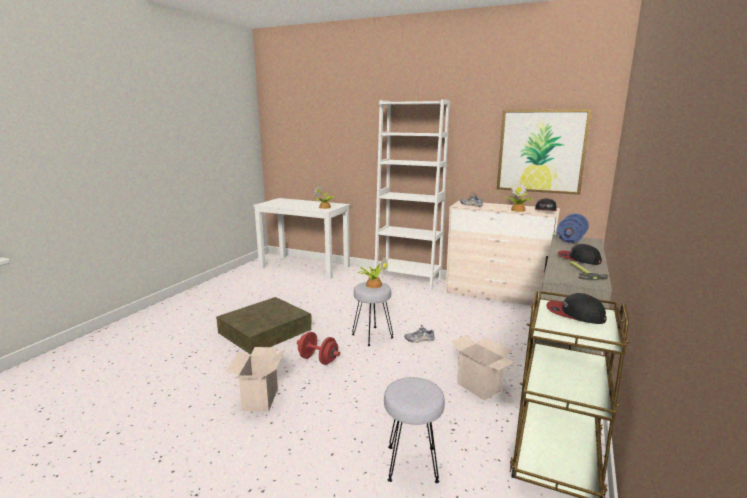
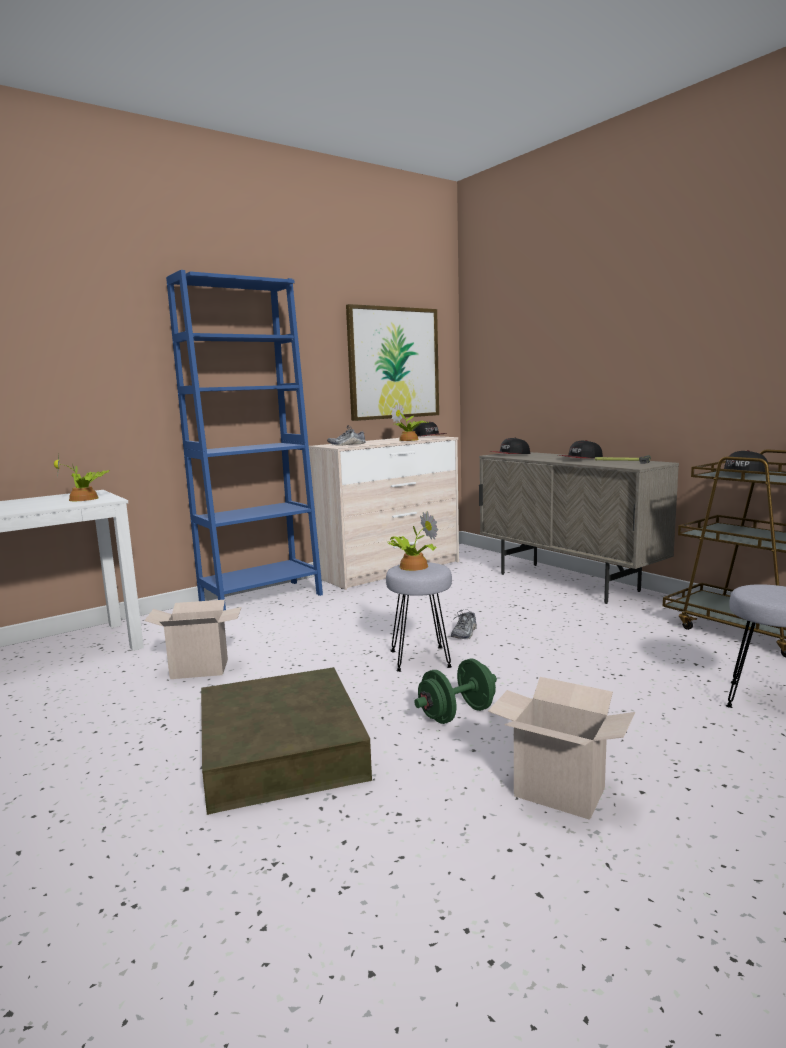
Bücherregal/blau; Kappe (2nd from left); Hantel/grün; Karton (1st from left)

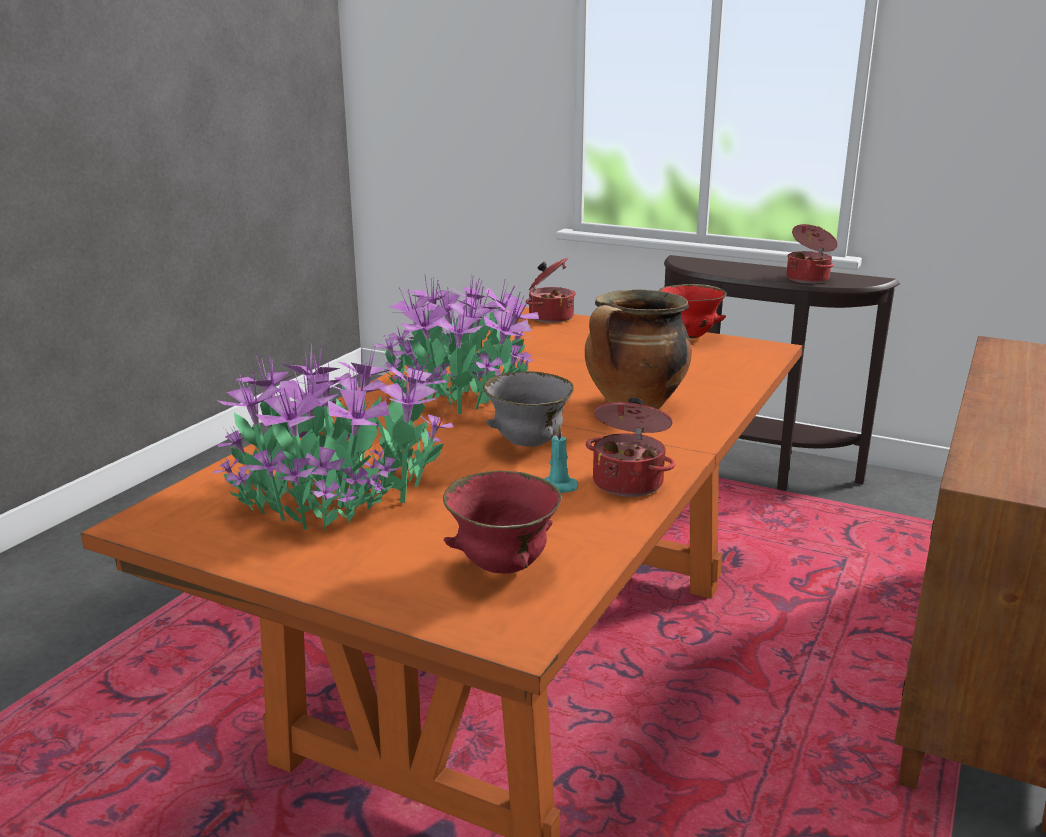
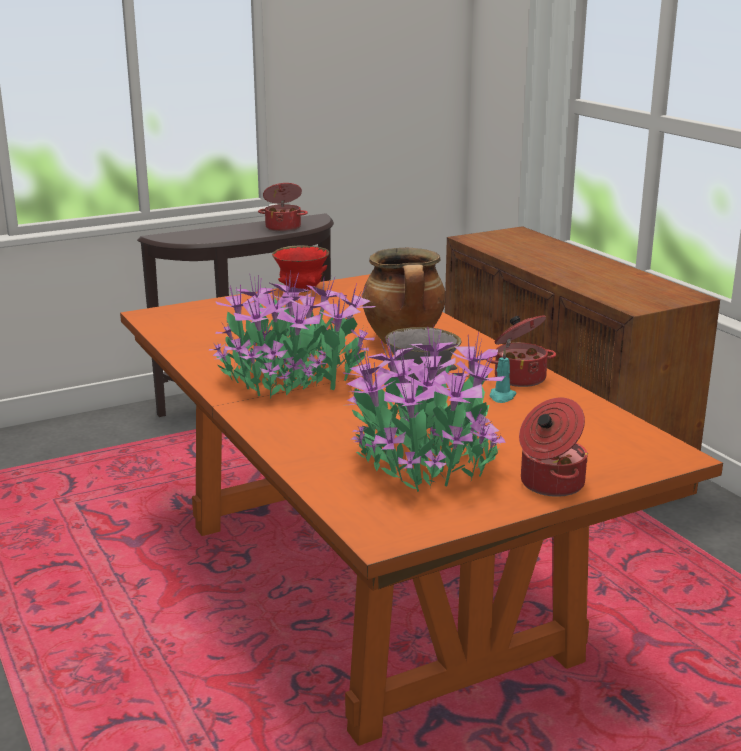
Kochtopf (4th from left); Schüssel/rot (1st from left in the first image)

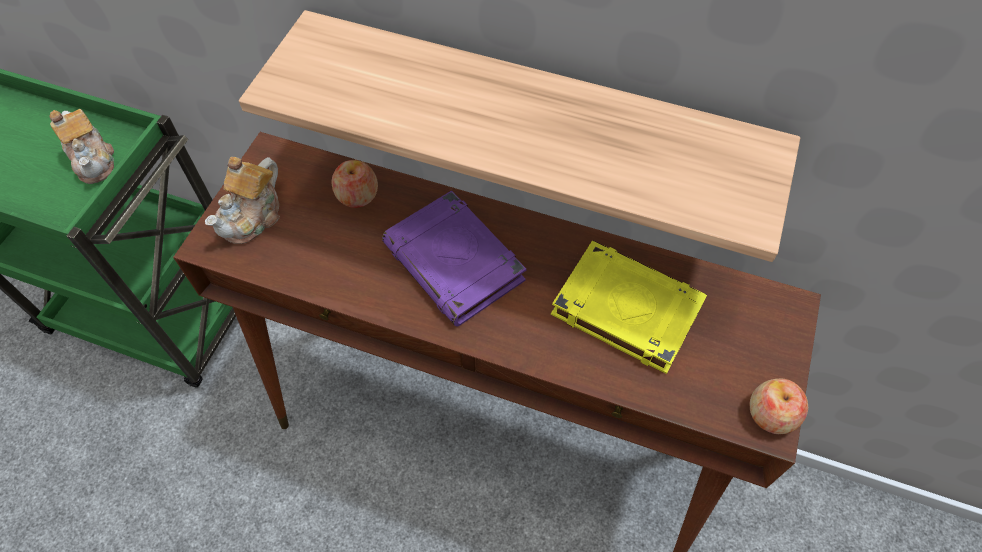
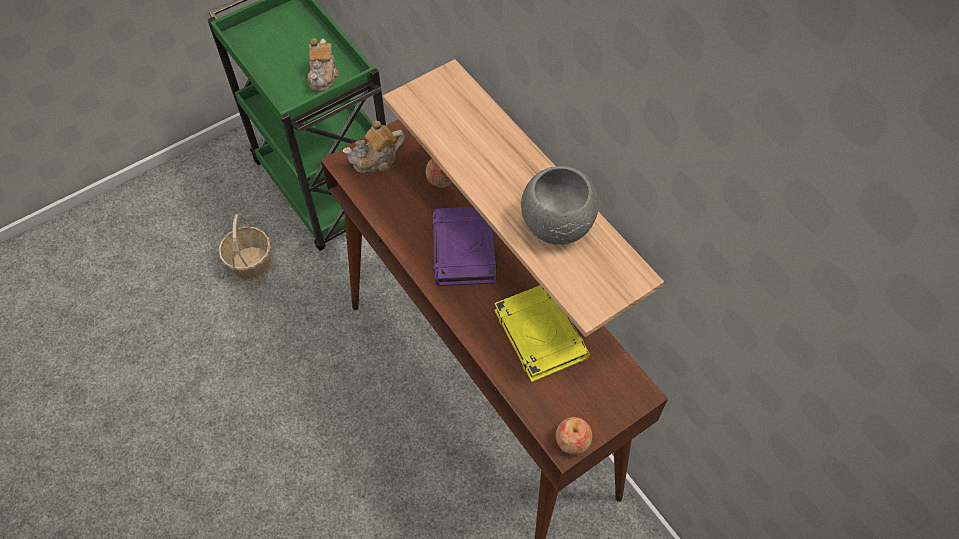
Schüssel/grau; Korb

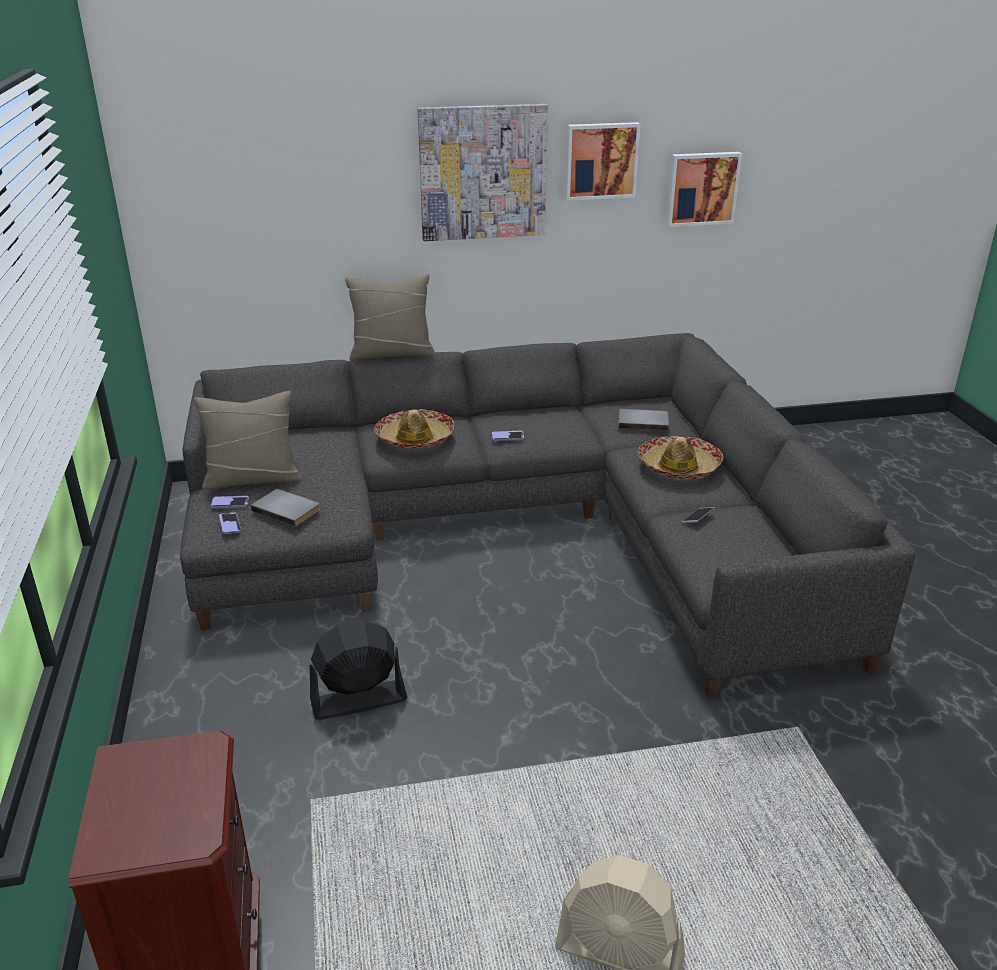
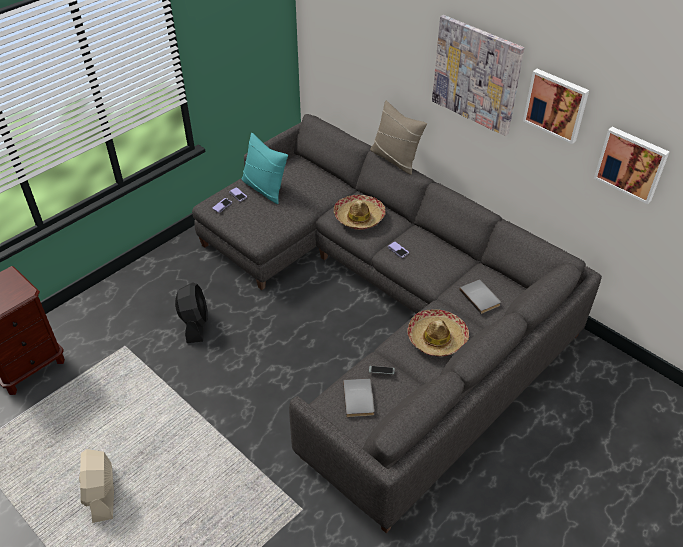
Kissen/türkis; Buch/grau (1st from left); Ventilator/schwarz

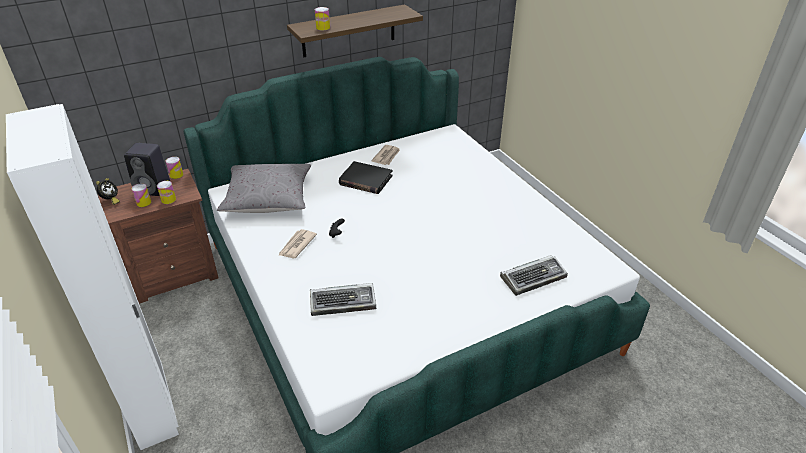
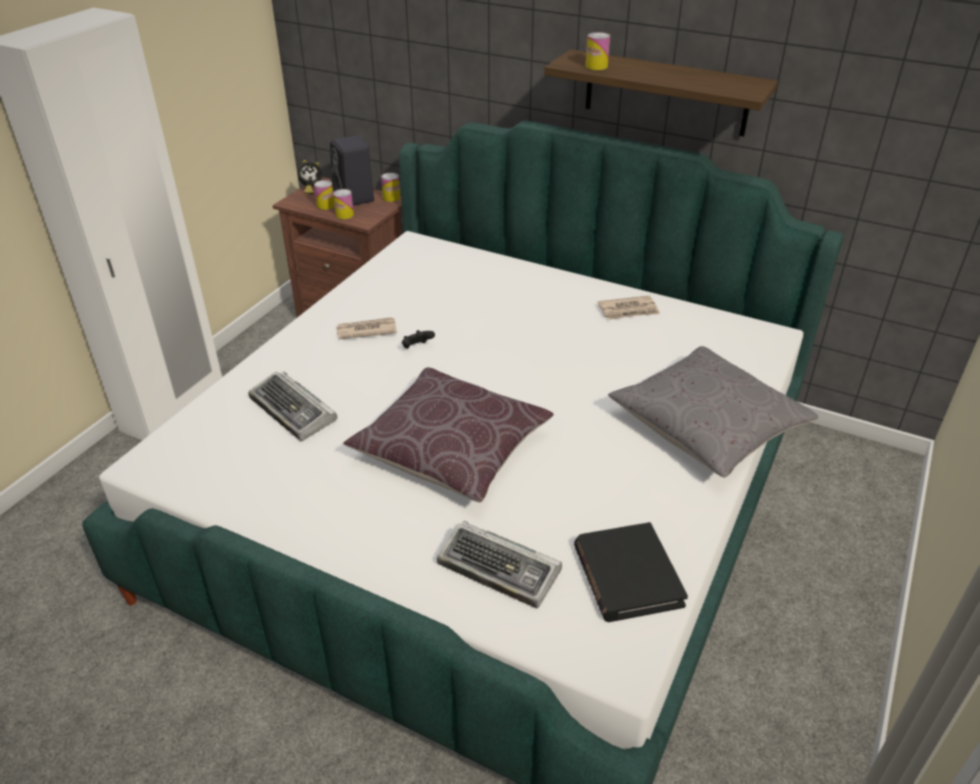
Buch/schwarz; Kissen/grau; Kissen/braun

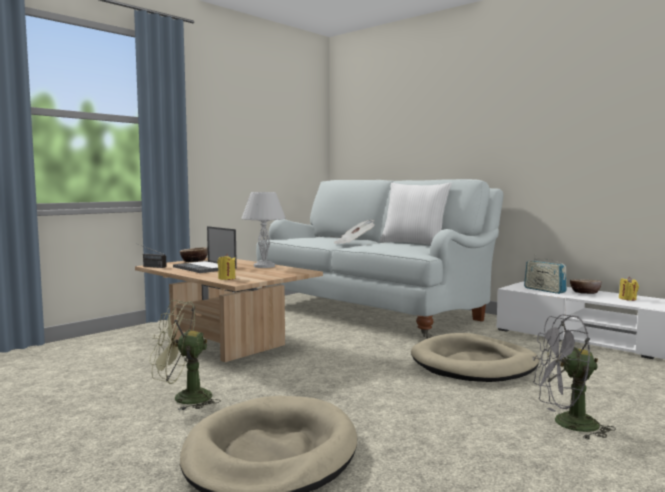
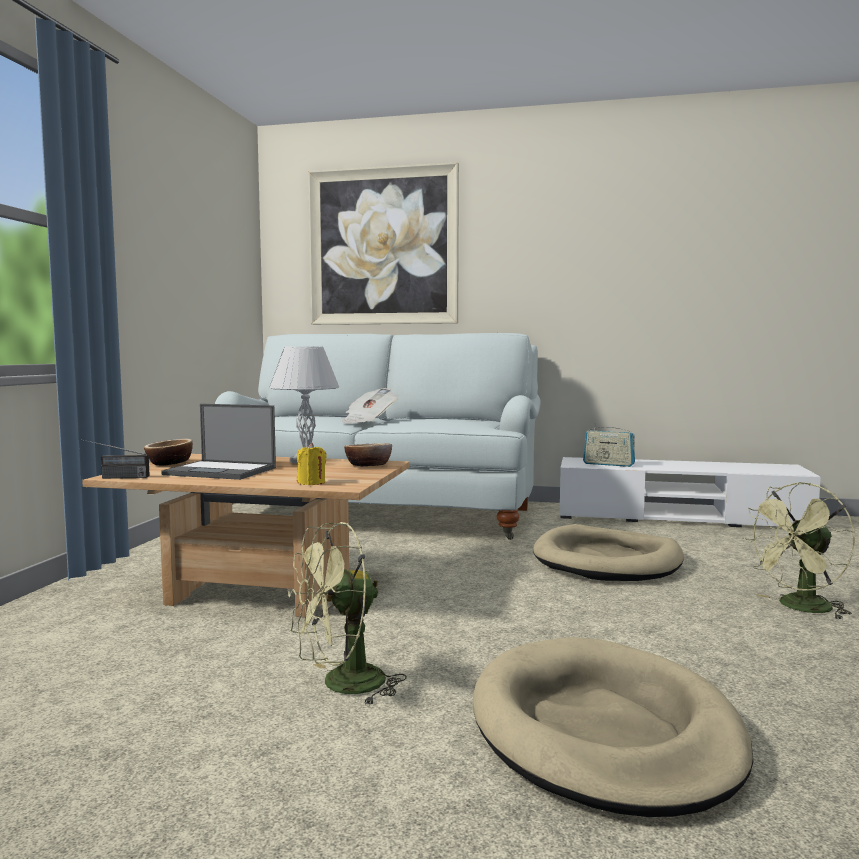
Kissen/weiß; Kerze/gelb (2nd from left in the first image); Schüssel (2nd from left); Ventilator/grün (2nd from left); Bild

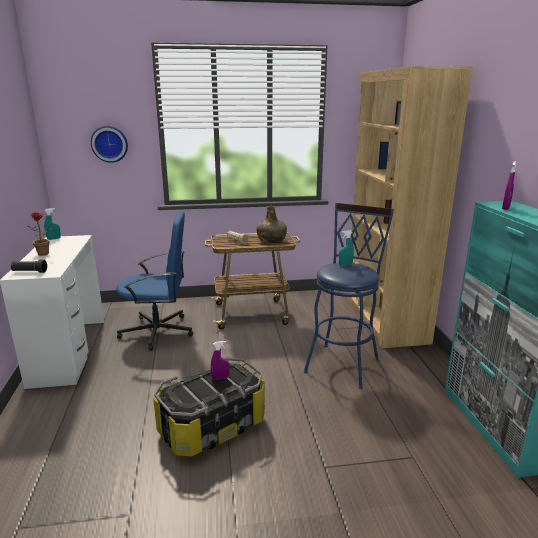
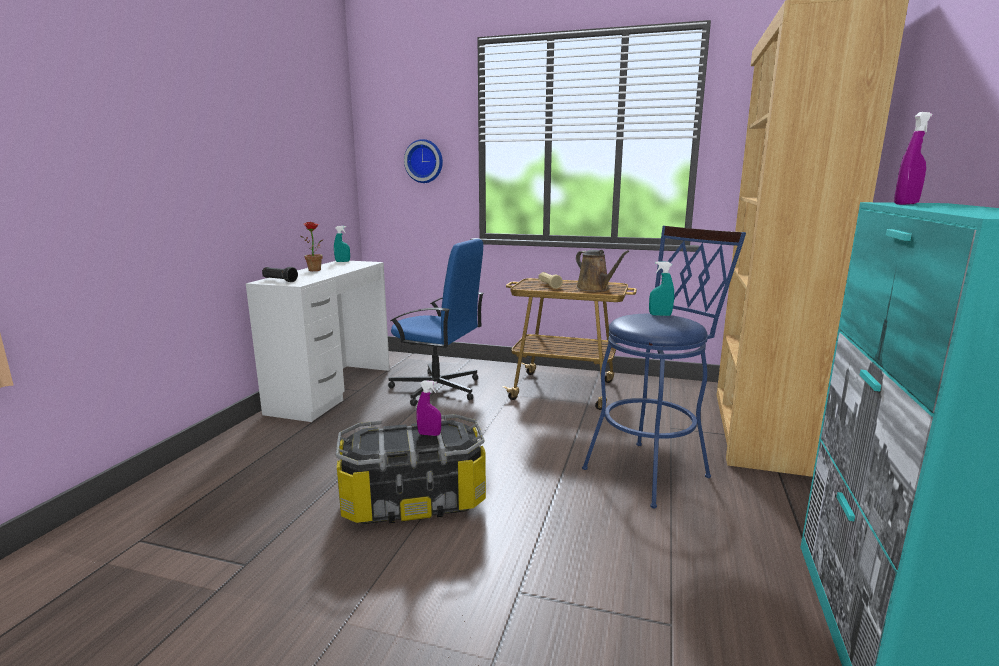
Gießkanne/braun

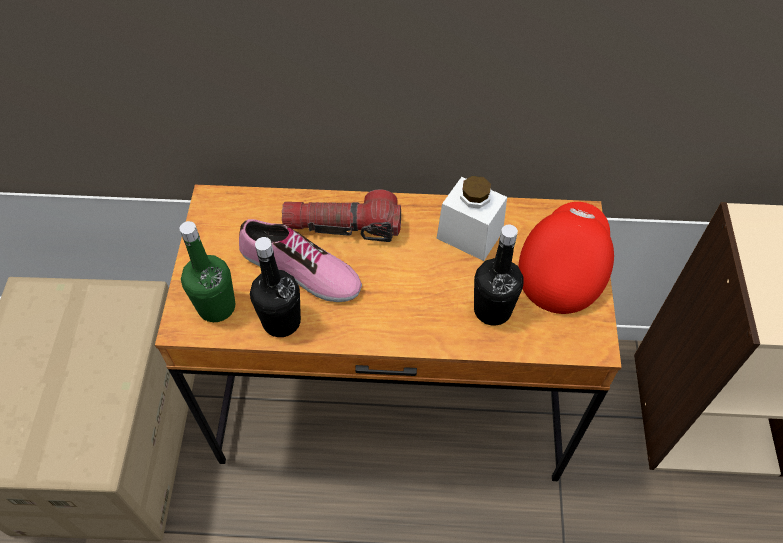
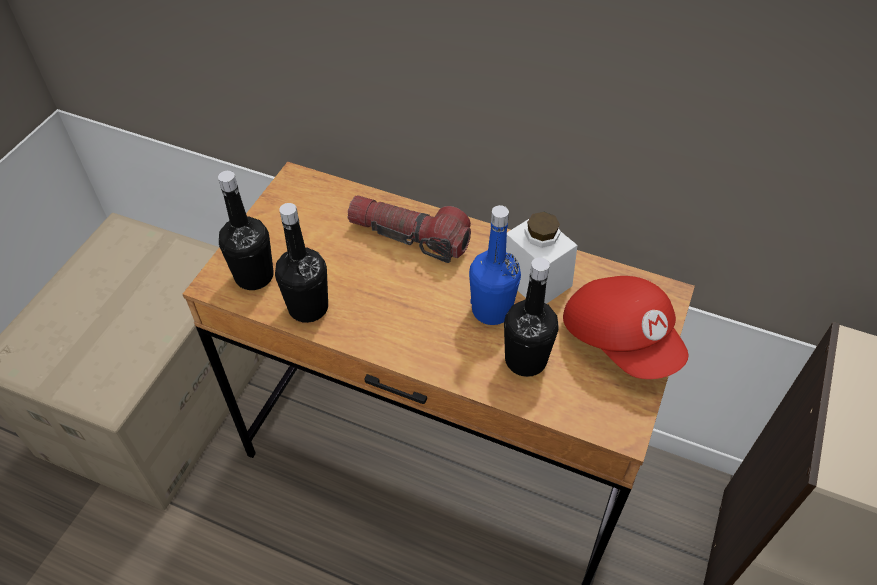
Kappe/rot; Schuh; Flasche/schwarz (1st from left); Flasche/blau

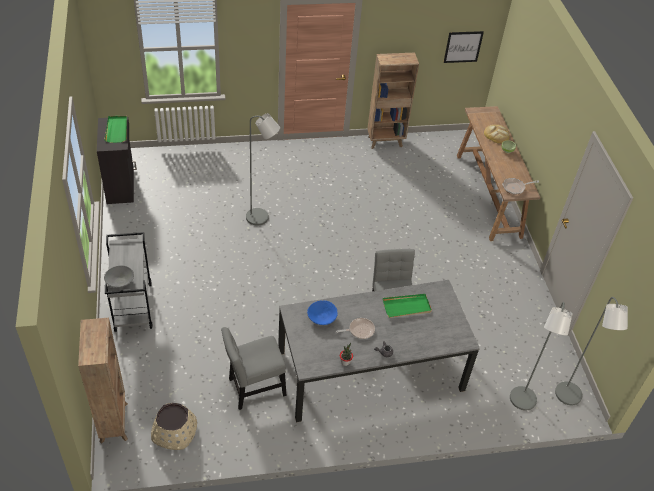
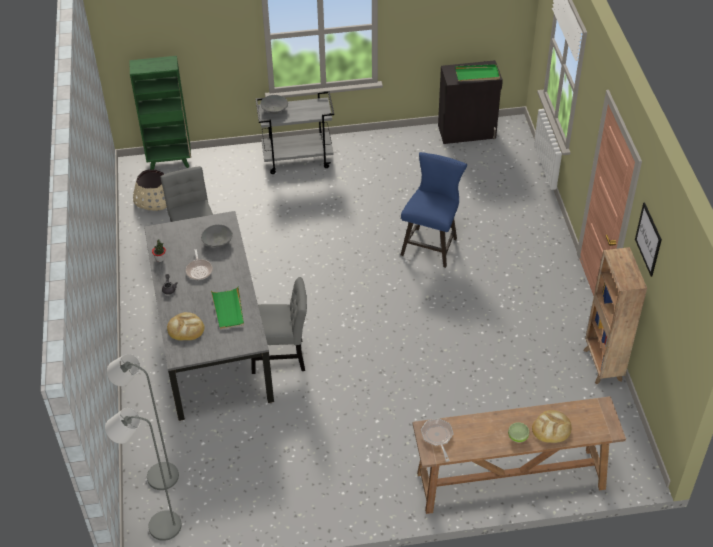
Bild; Hocker/blau; Schüssel/grau (1st from left); Bücherregal/grün; Brot (1st from left)

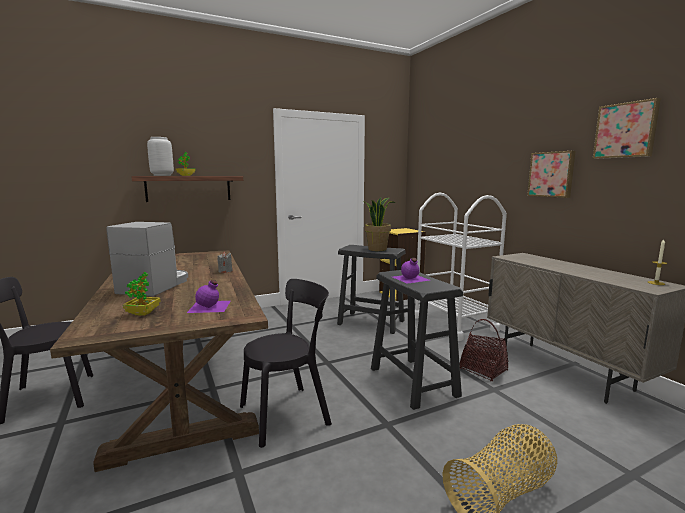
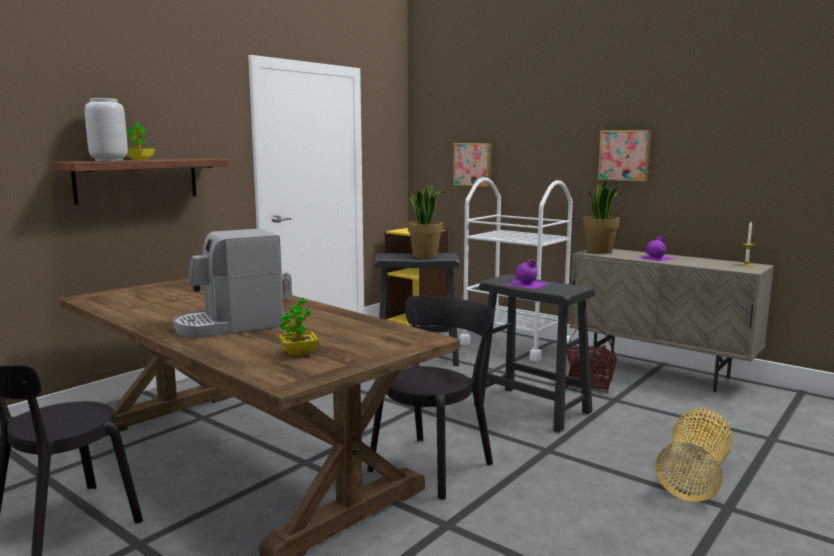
Bild (1st from left); Kaffeemaschine; Flasche/lila (2nd from left); Topfpflanze (4th from left)

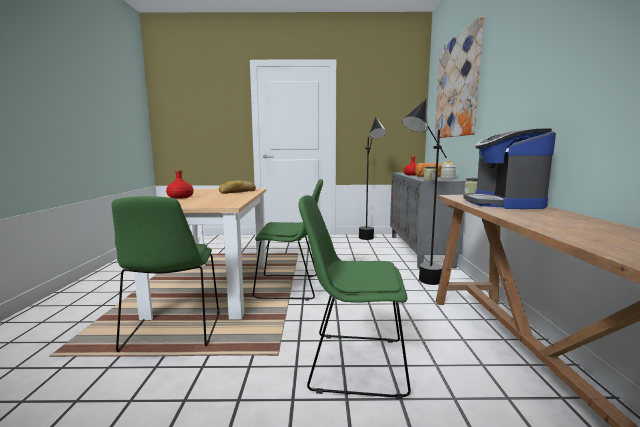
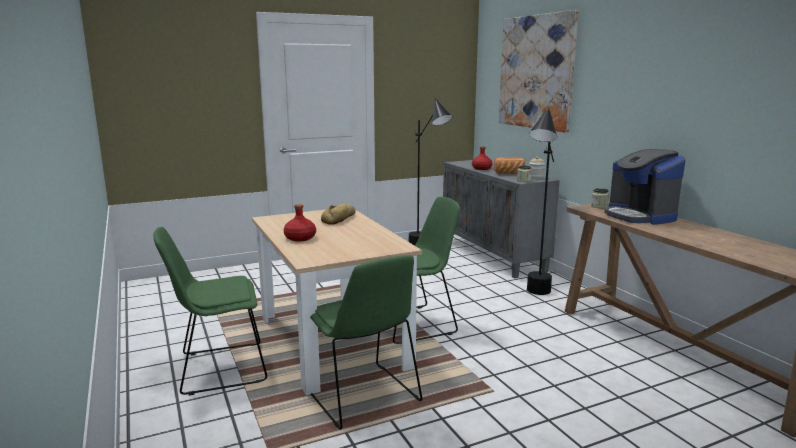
Stuhl/grün (1st from left)

